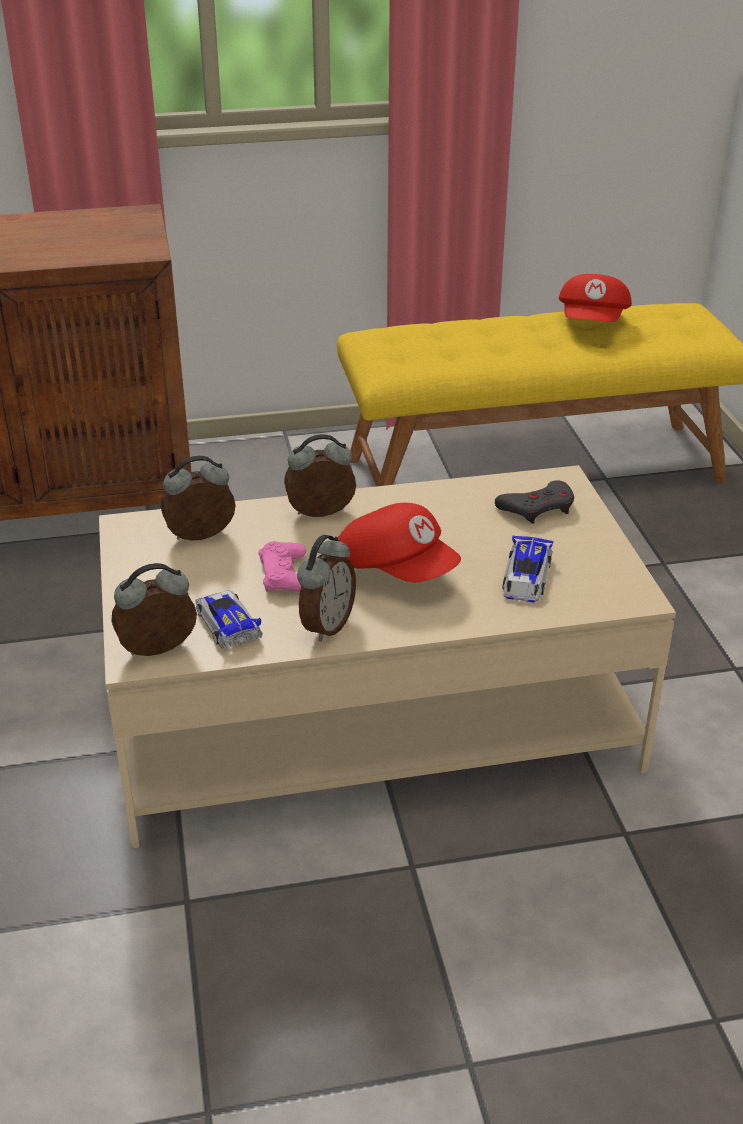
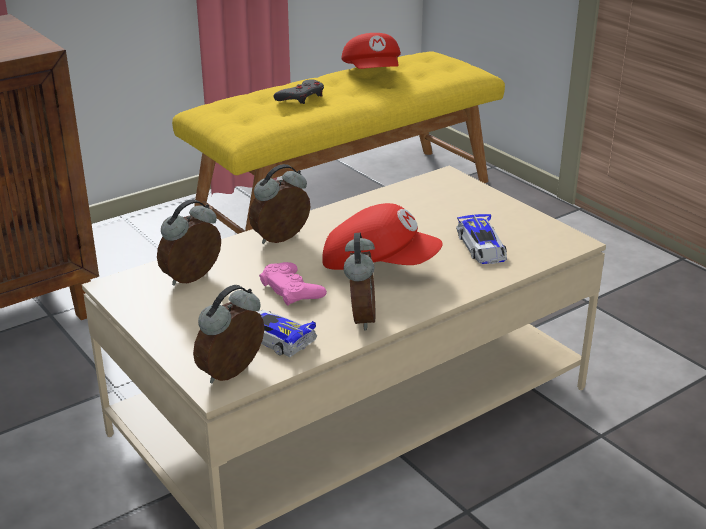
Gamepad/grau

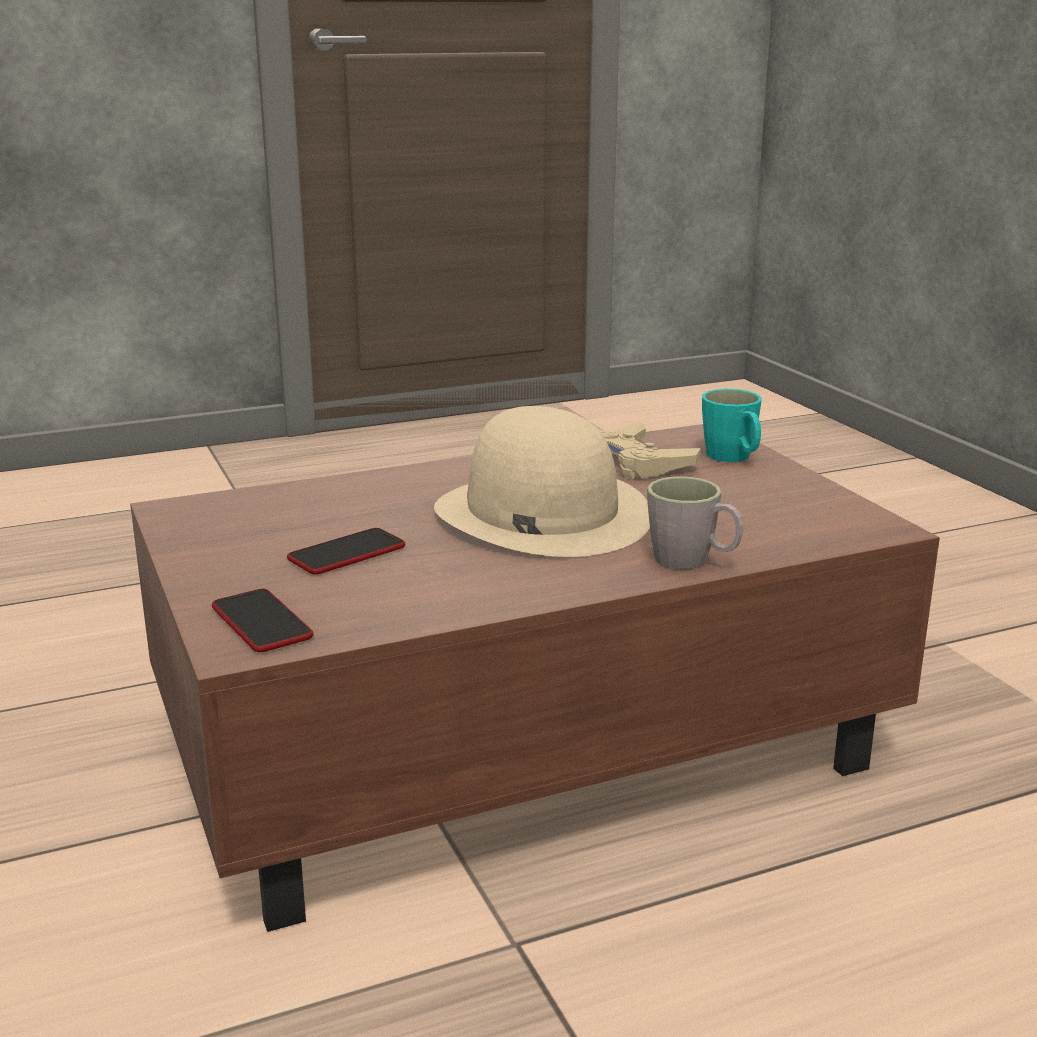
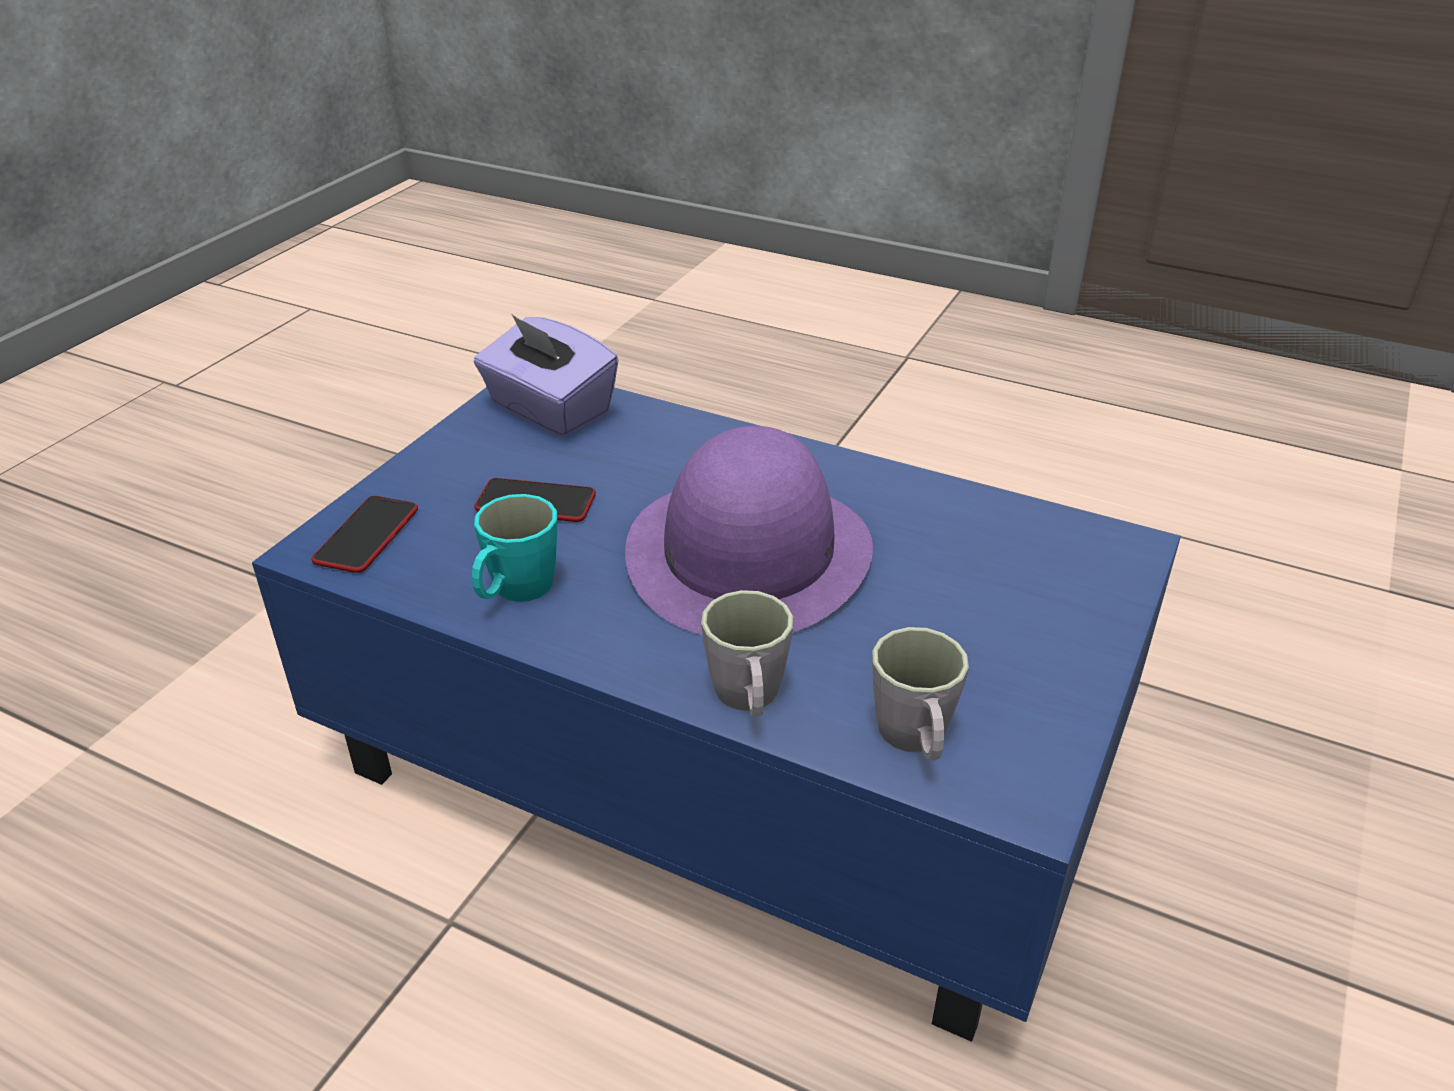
Henkelbecher/türkis; Hut/lila; Gamepad/beige; Couchtisch/blau; Taschentuchbox/lila; Henkelbecher/grau (2nd from left)

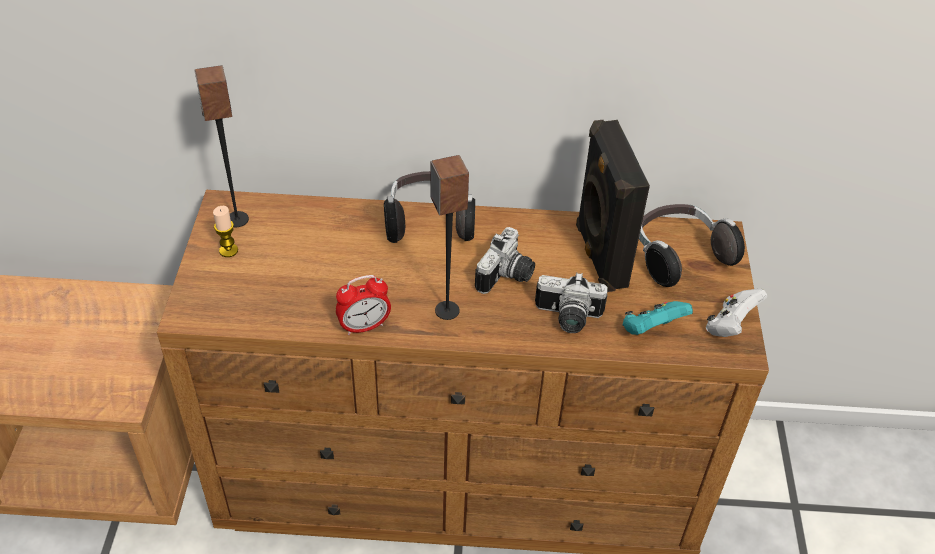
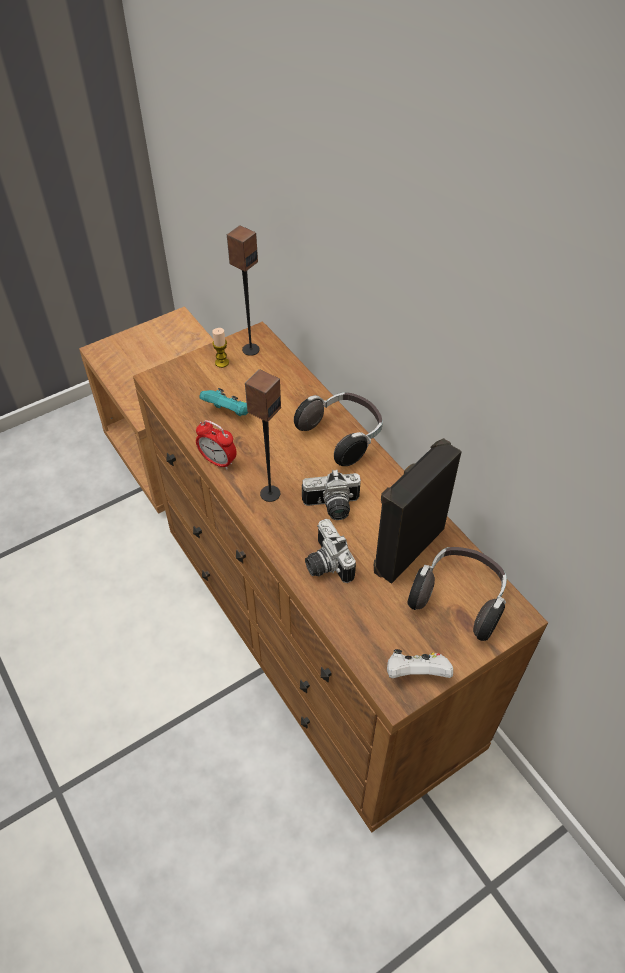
Gamepad/türkis

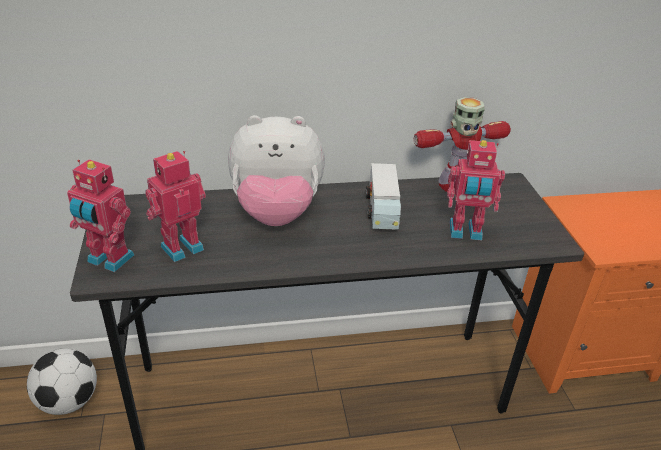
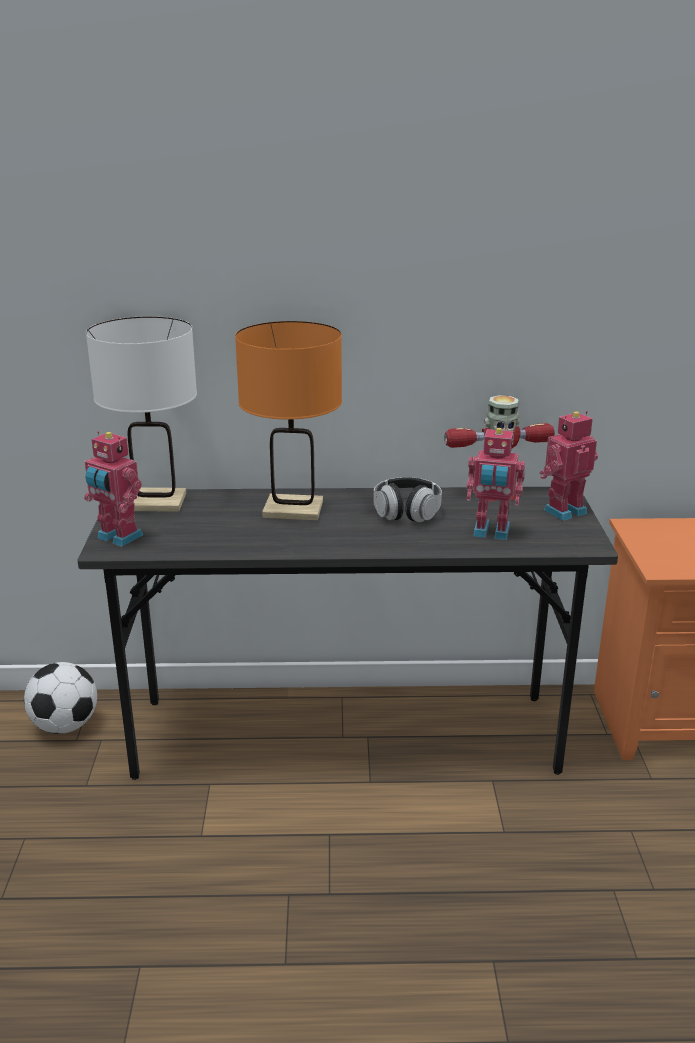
Tischlampe/orange; Spielzeugroboter (4th from left); Kopfhörer; Tischlampe/weiß

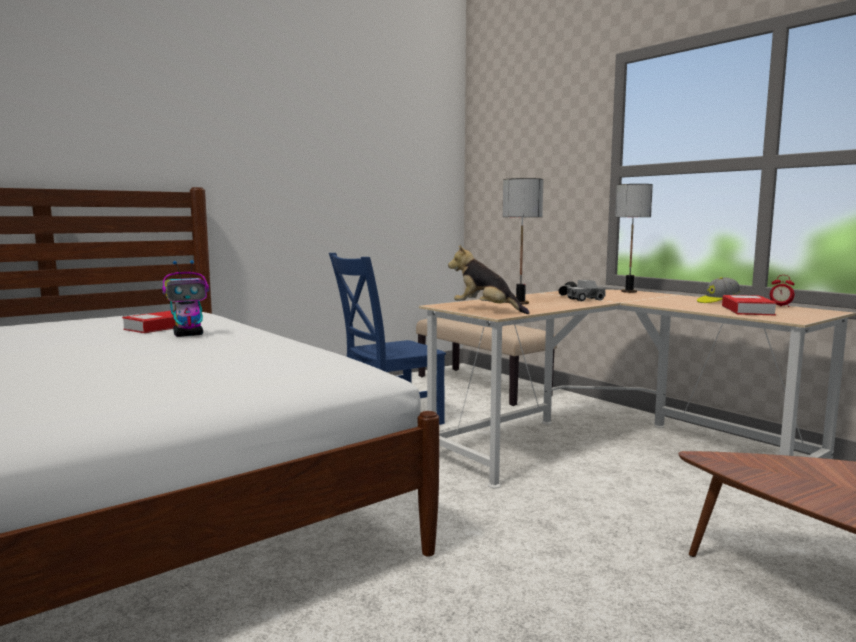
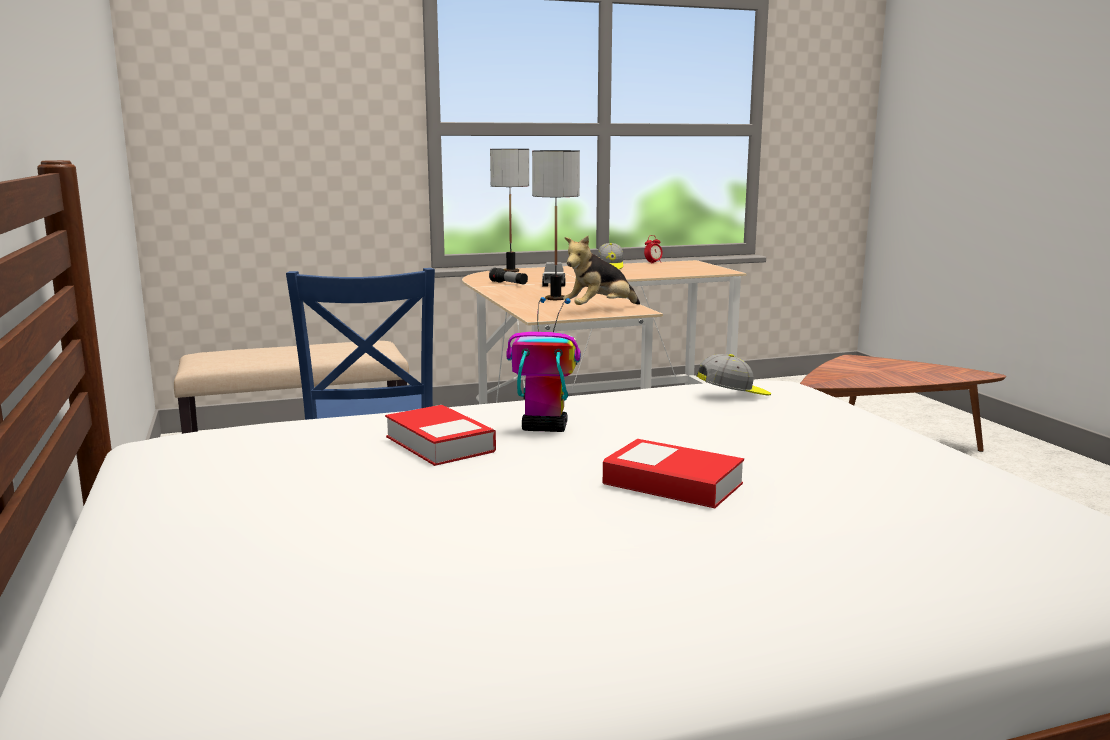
Spielzeugroboter; Buch (2nd from left); Kappe (2nd from left)

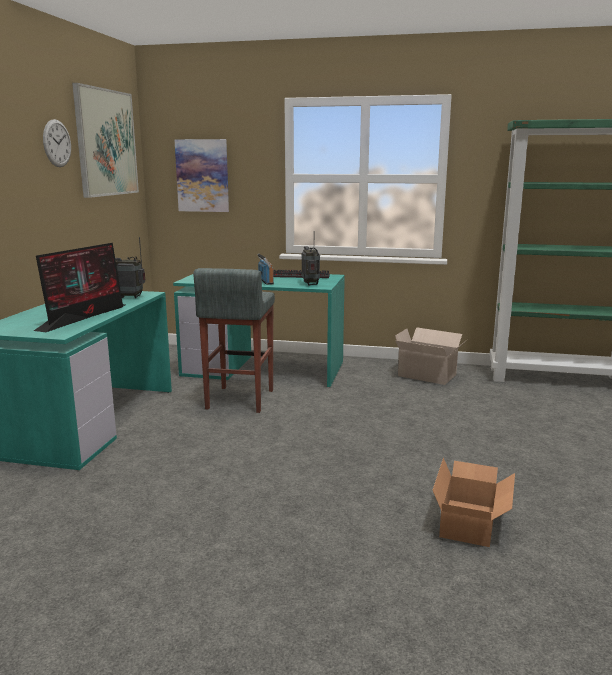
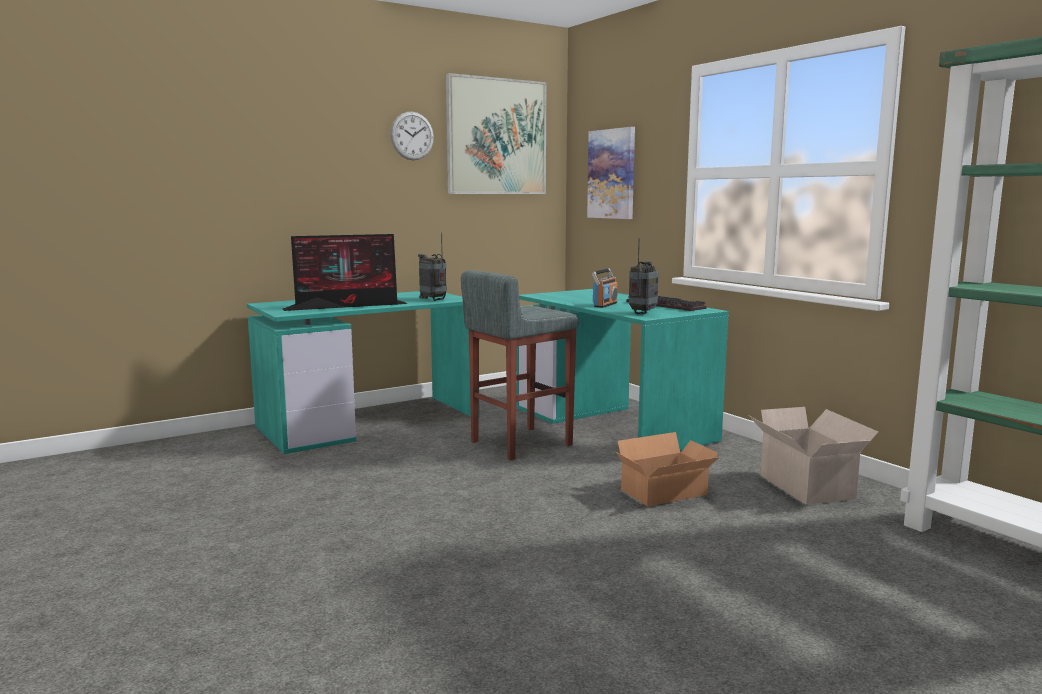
Karton (1st from left)

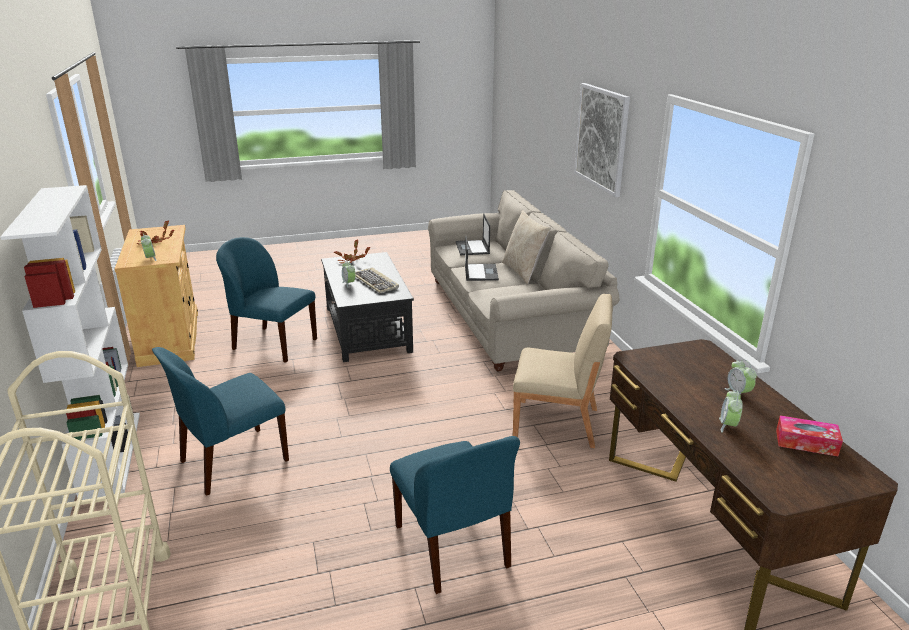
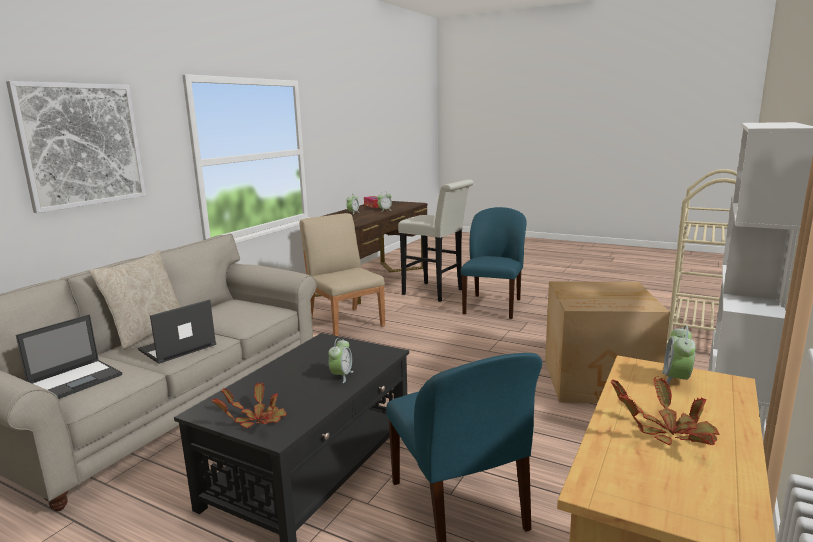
Tastatur; Karton; Hocker/weiß

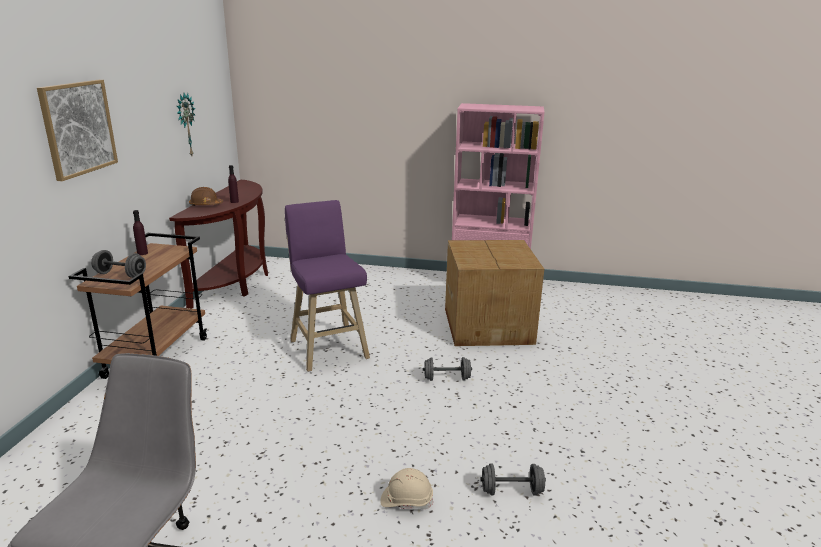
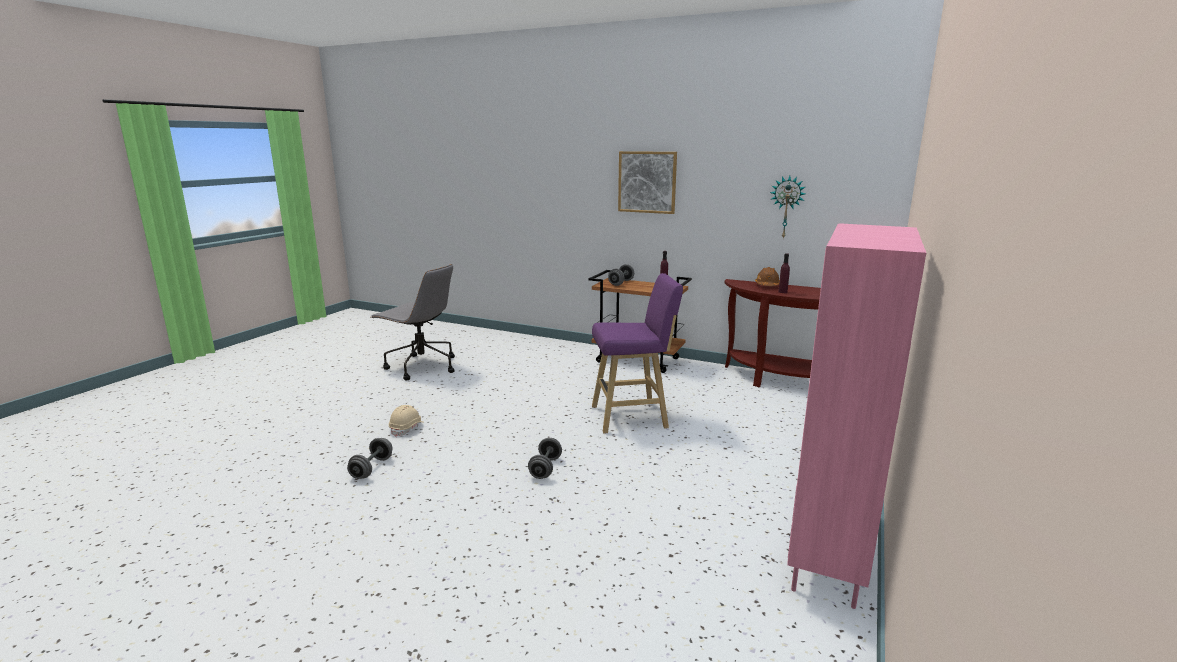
Karton

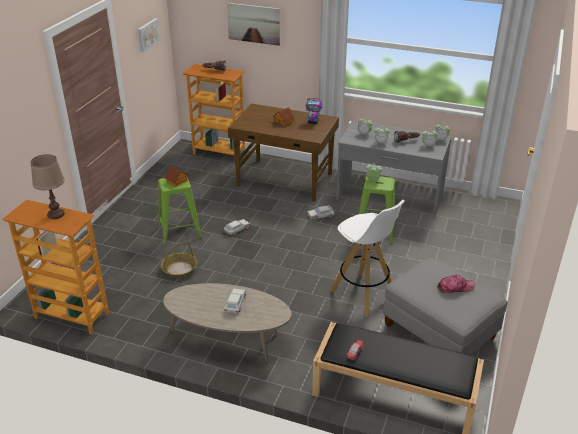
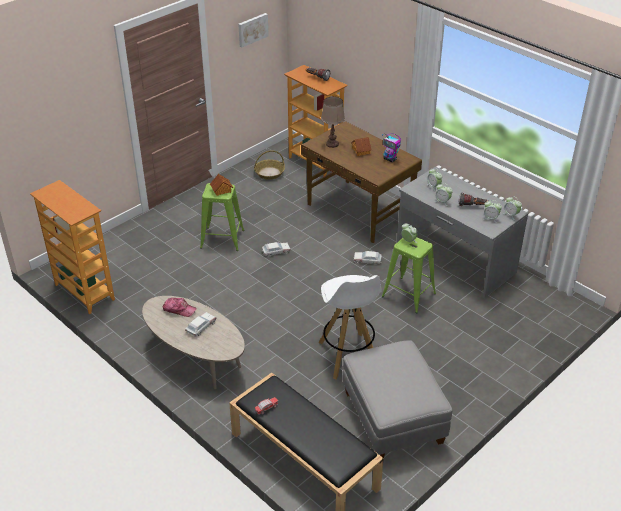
Bild (2nd from left in the first image); Tischlampe/braun; Korb; Kappe

